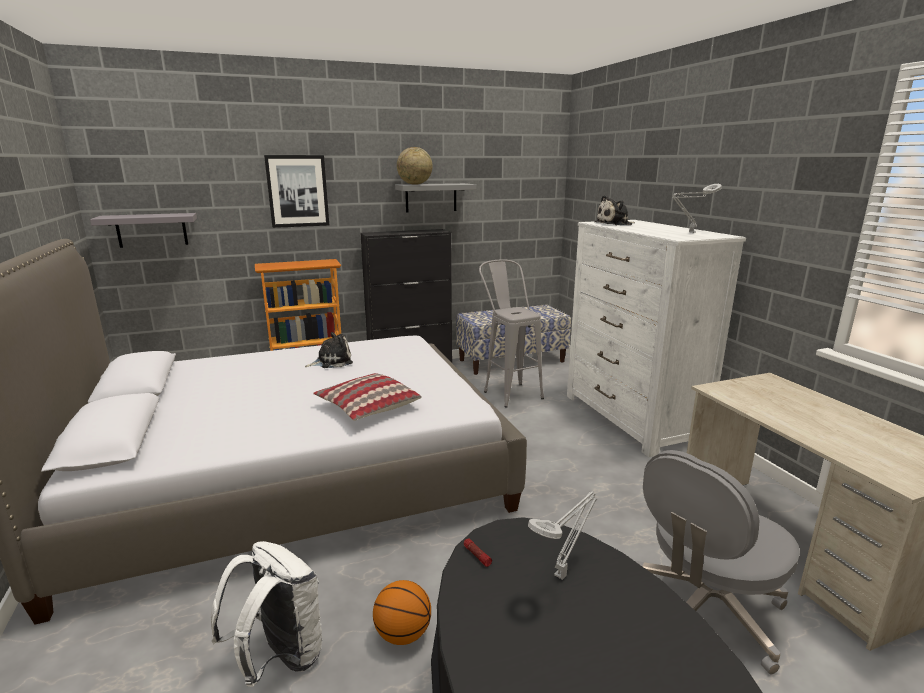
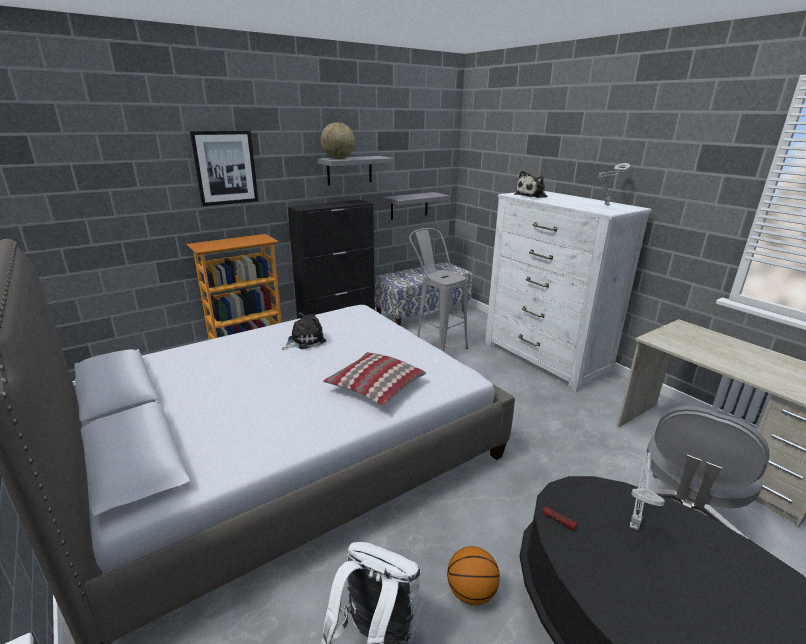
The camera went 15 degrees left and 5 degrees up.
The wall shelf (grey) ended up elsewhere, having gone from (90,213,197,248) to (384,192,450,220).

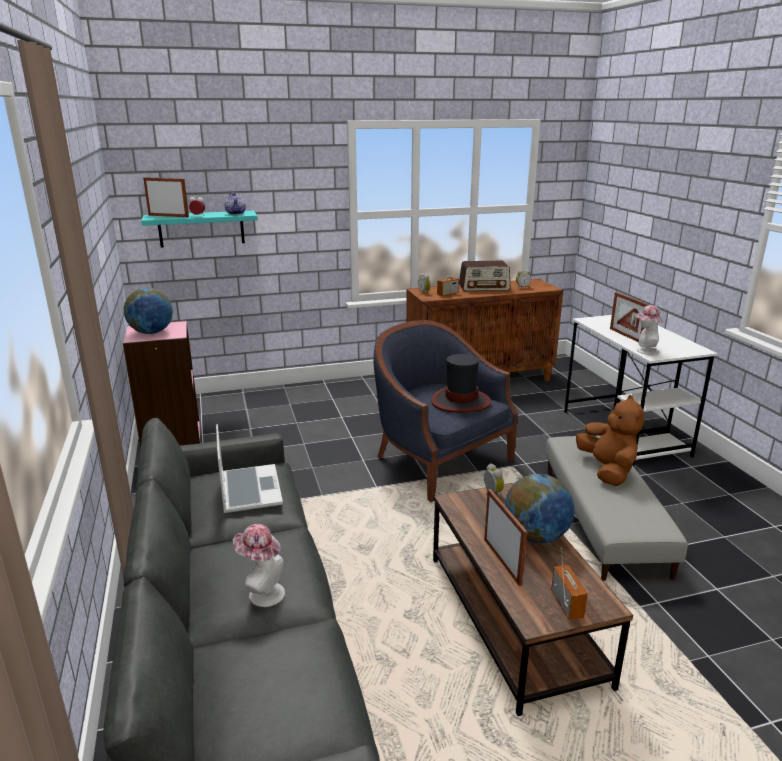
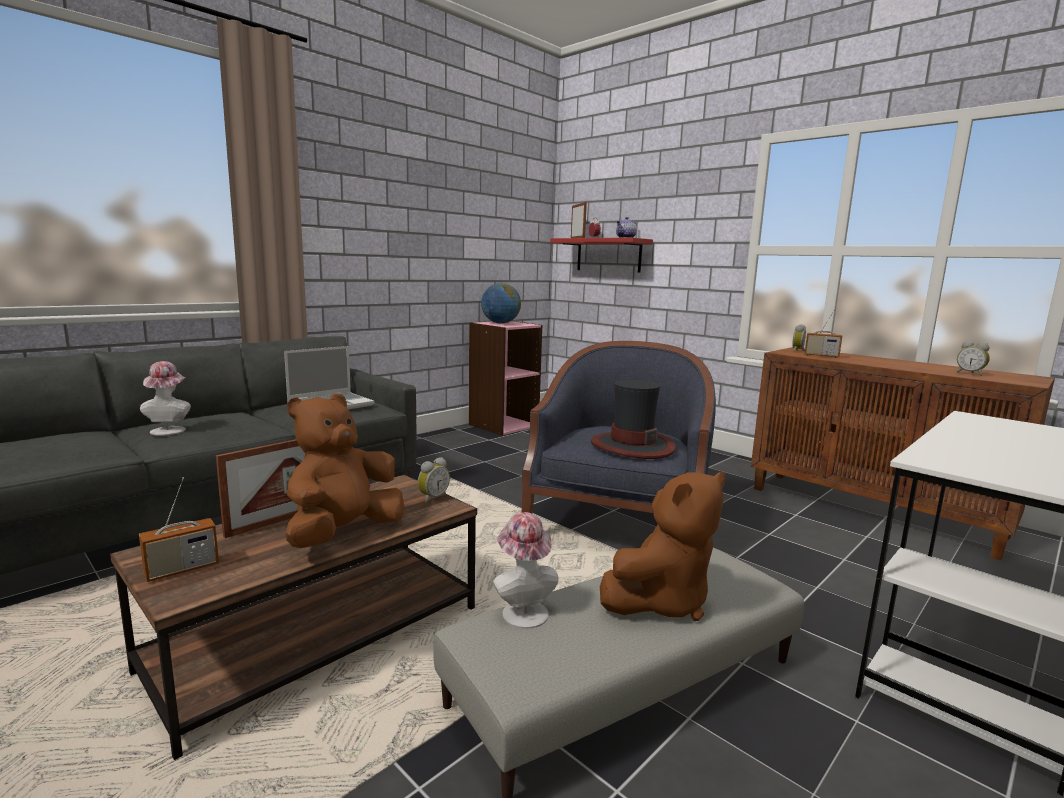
The camera went 60 degrees right and 10 degrees down.
Where the desk globe stood at (505,474,574,543), the soft toy (brownish) came to stand at (285,393,404,548).
The wearable hat ended up elsewhere, having gone from (635,305,663,355) to (493,512,559,629).
What was the wall shelf (turquoise-coloured) at (141,211,258,248) turned into the wall shelf (red-coloured) at (550,238,653,272).
The second view lost the radio receiver at (459,261,510,291).
The second view lost the picture frame at (610,292,649,342).

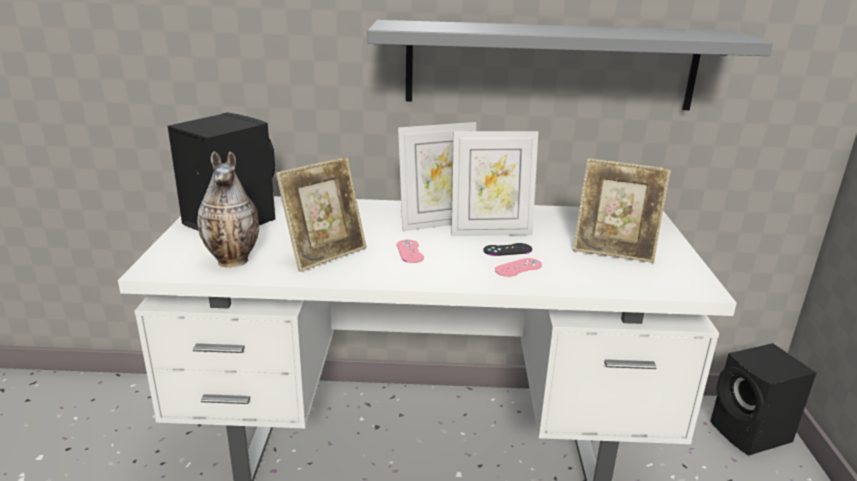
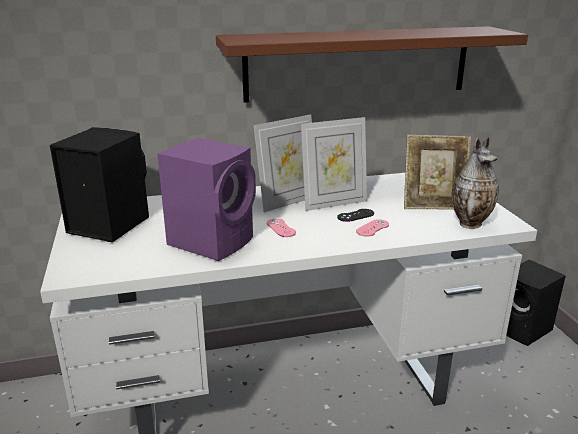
The camera went 15 degrees left and 0 degrees up.
Where the picture frame stood at (276,157,367,272), the speaker (purple) came to stand at (157,138,256,261).
What was the wall shelf (grey) at (367,20,773,110) turned into the wall shelf (brownish) at (216,26,528,103).
The vase ended up elsewhere, having gone from (197,151,259,267) to (452,137,499,229).

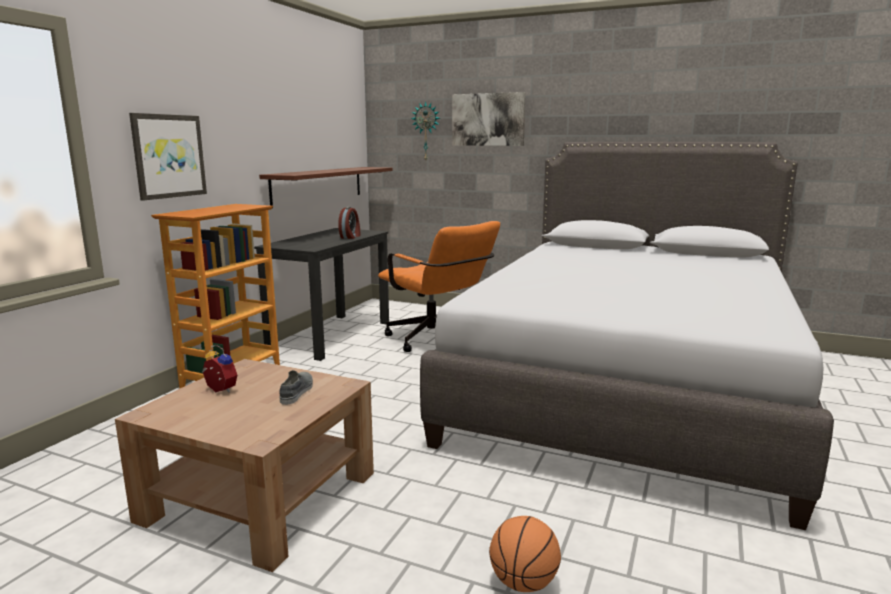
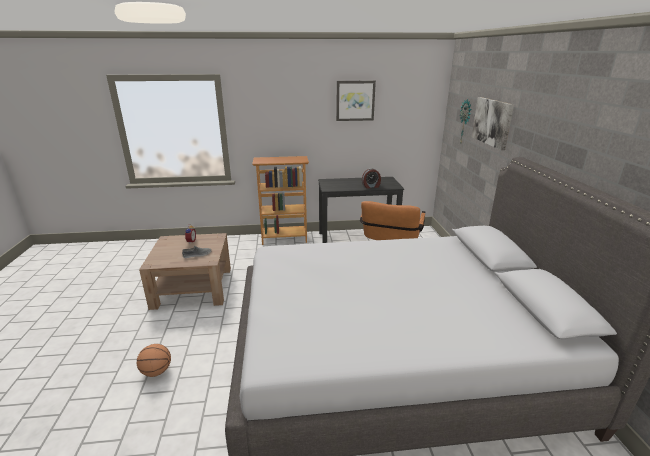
The camera went 60 degrees right and 10 degrees up.
The wall picture ended up elsewhere, having gone from (129,113,207,201) to (336,81,376,121).
The second view lost the wall shelf at (259,167,392,206).

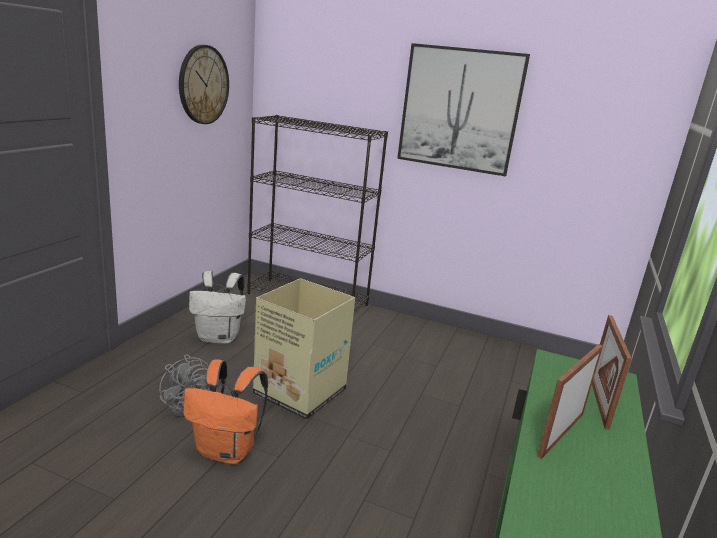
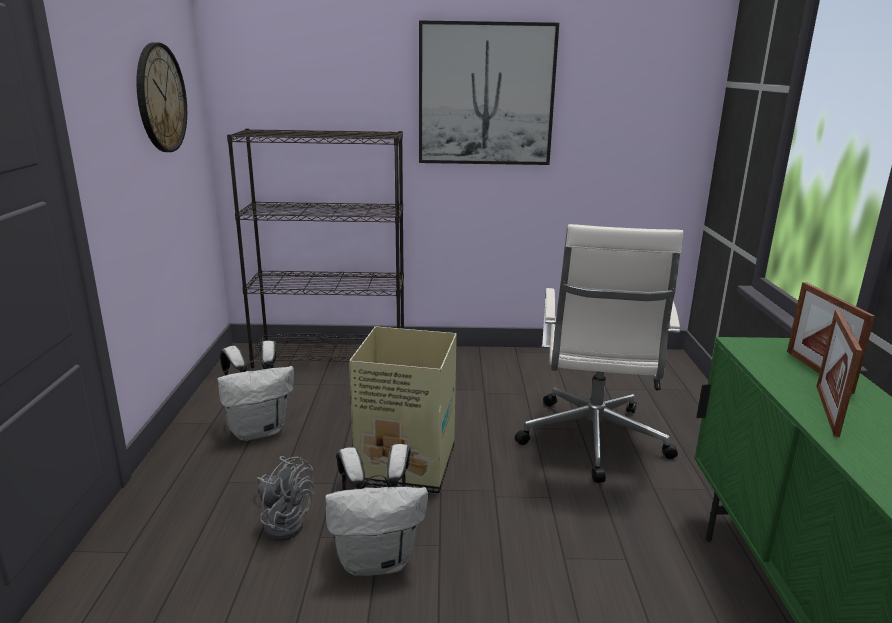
The camera went 20 degrees left and 0 degrees up.
What was the knapsack (orange) at (183,359,268,464) turned into the knapsack (white) at (325,444,428,576).
The second view gained the office chair (white) at (515,224,683,483).

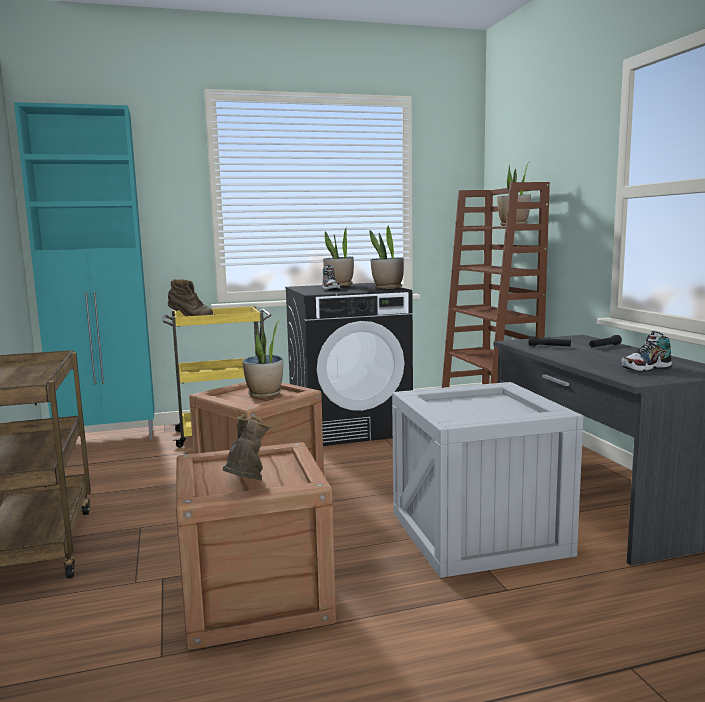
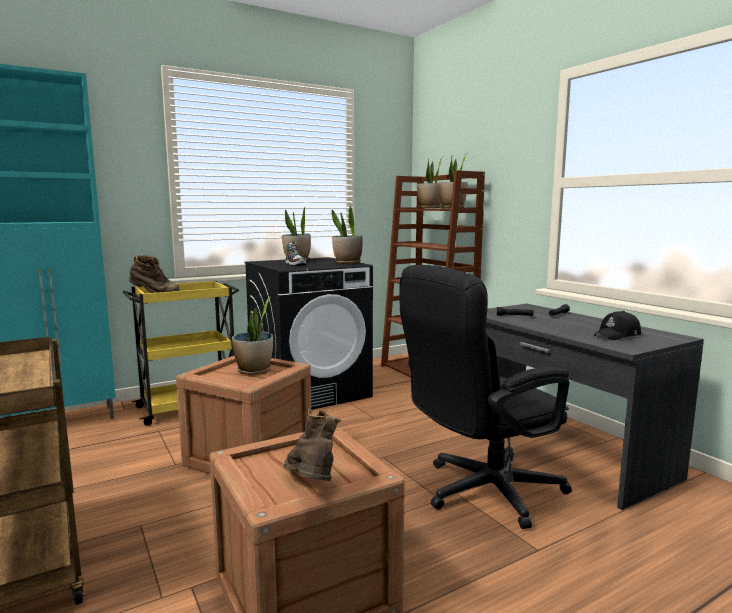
The camera went 15 degrees left and 0 degrees up.
Where the crate stood at (392,382,583,578), the office chair (black-coloured) came to stand at (399,265,572,529).
The second view gained the houseplant at (417,157,443,208).
Where the shoe stood at (621,331,672,372), the peaked cap (black-coloured) came to stand at (594,311,641,340).

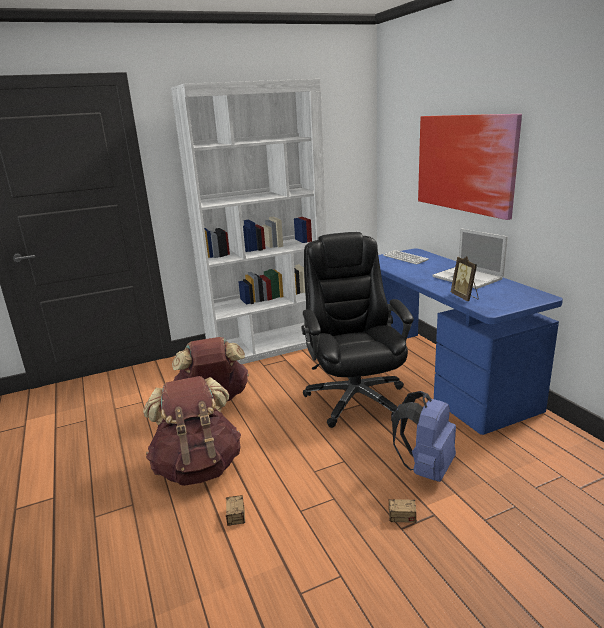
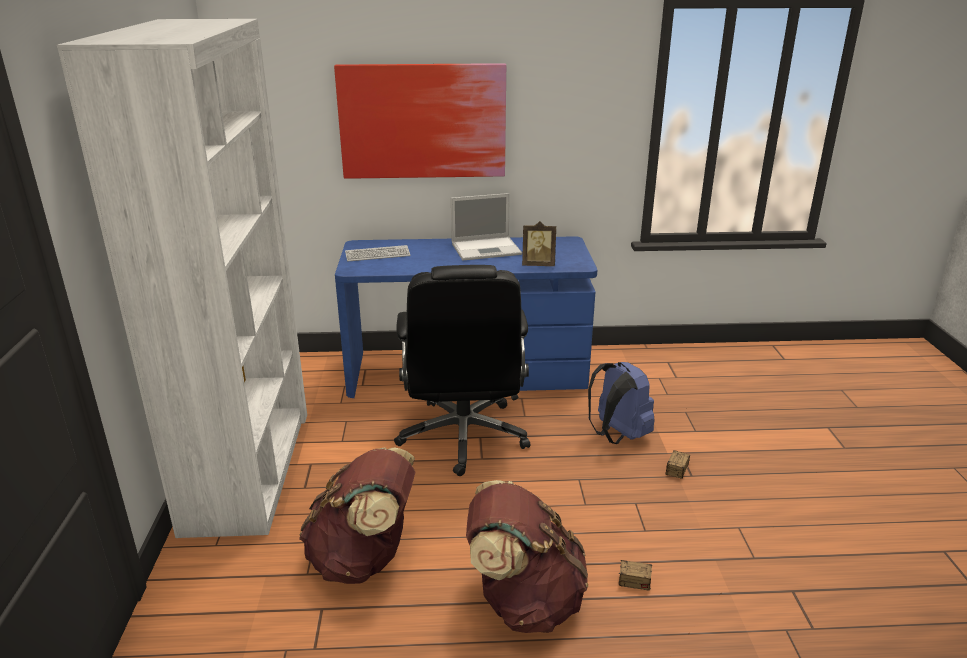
The camera went 70 degrees left and 5 degrees up.
The office chair (black-coloured) at (302,232,414,428) ended up facing another way, 105 degrees counterclockwise from before.

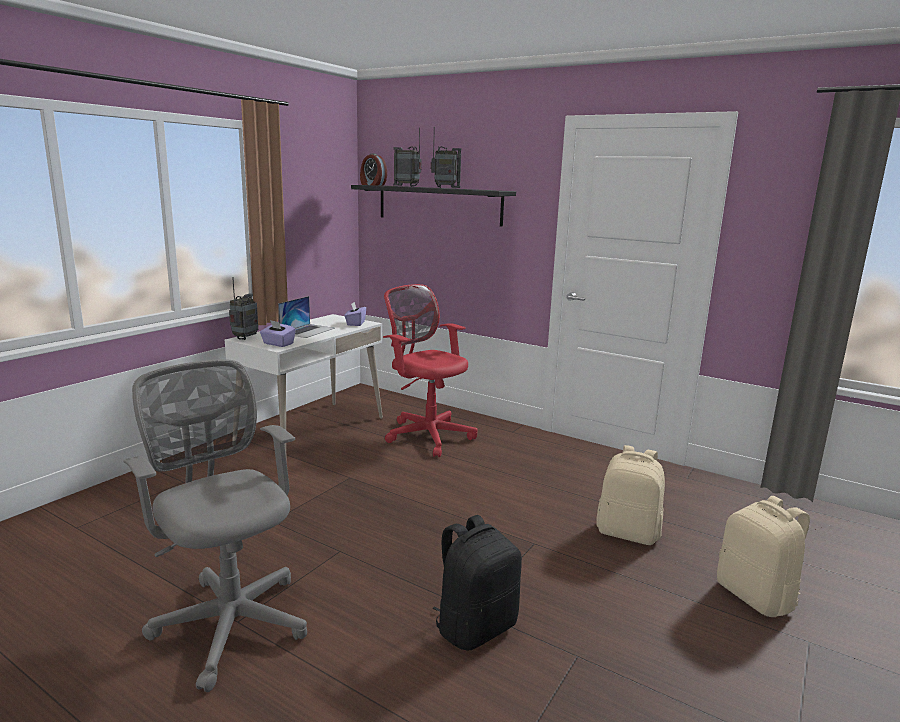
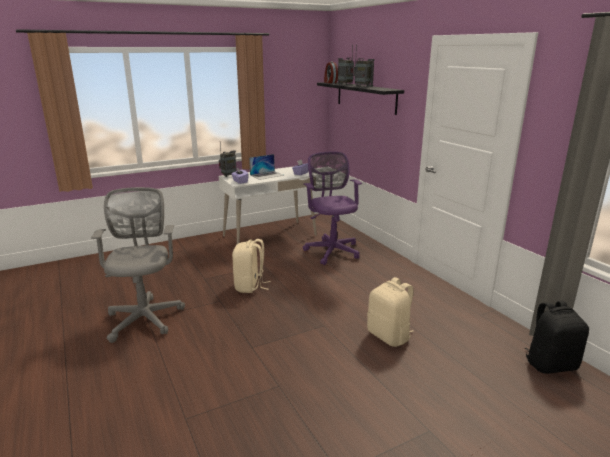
The camera went 30 degrees right and 5 degrees up.
The knapsack (sand-coloured) ended up elsewhere, having gone from (717,496,810,617) to (232,239,271,293).
What was the office chair (red-coloured) at (383,284,478,457) turned into the office chair (purple) at (303,152,362,265).
The knapsack (black-coloured) ended up elsewhere, having gone from (432,515,522,650) to (525,301,589,374).

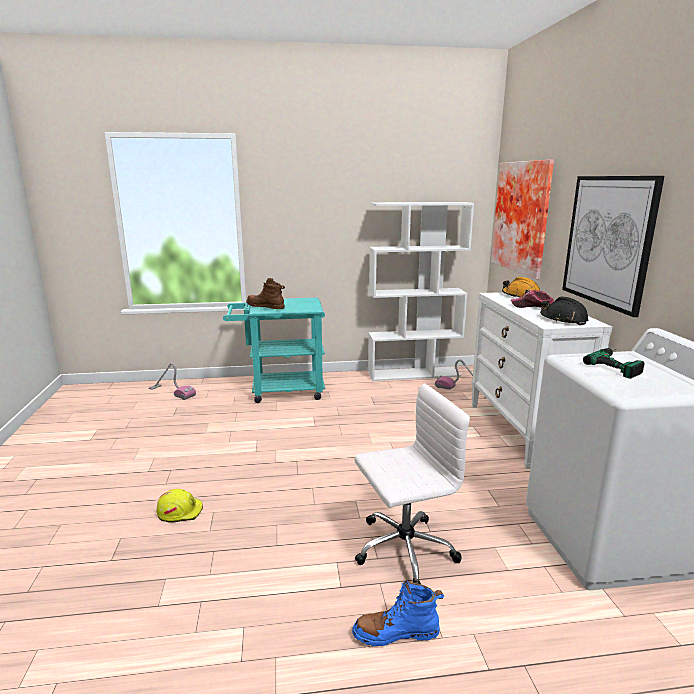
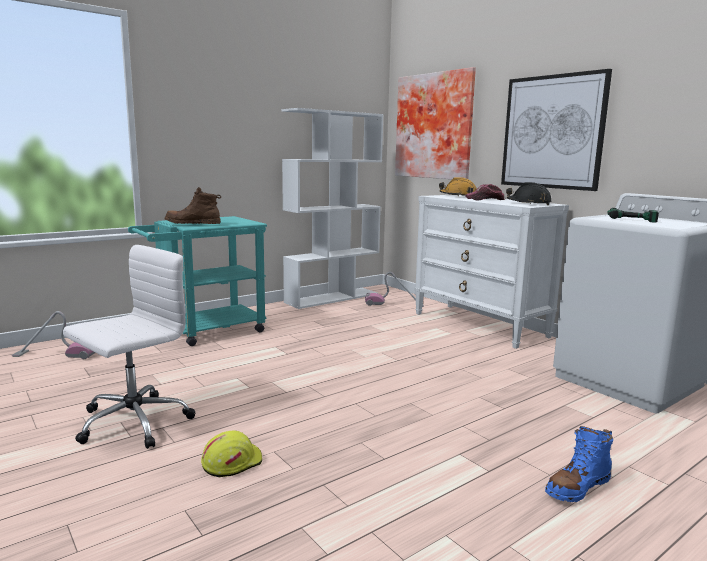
The camera went 30 degrees left and 5 degrees down.
The office chair (white) ended up elsewhere, having gone from (355,383,470,584) to (63,245,195,449).

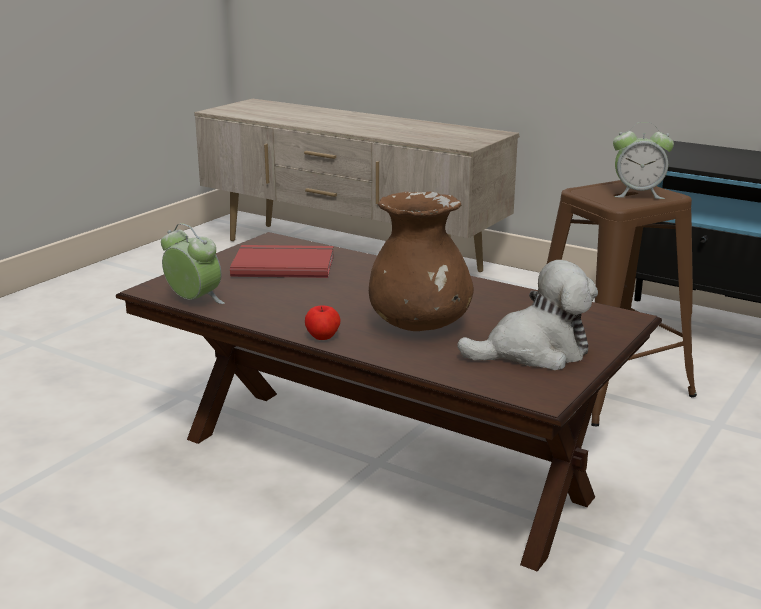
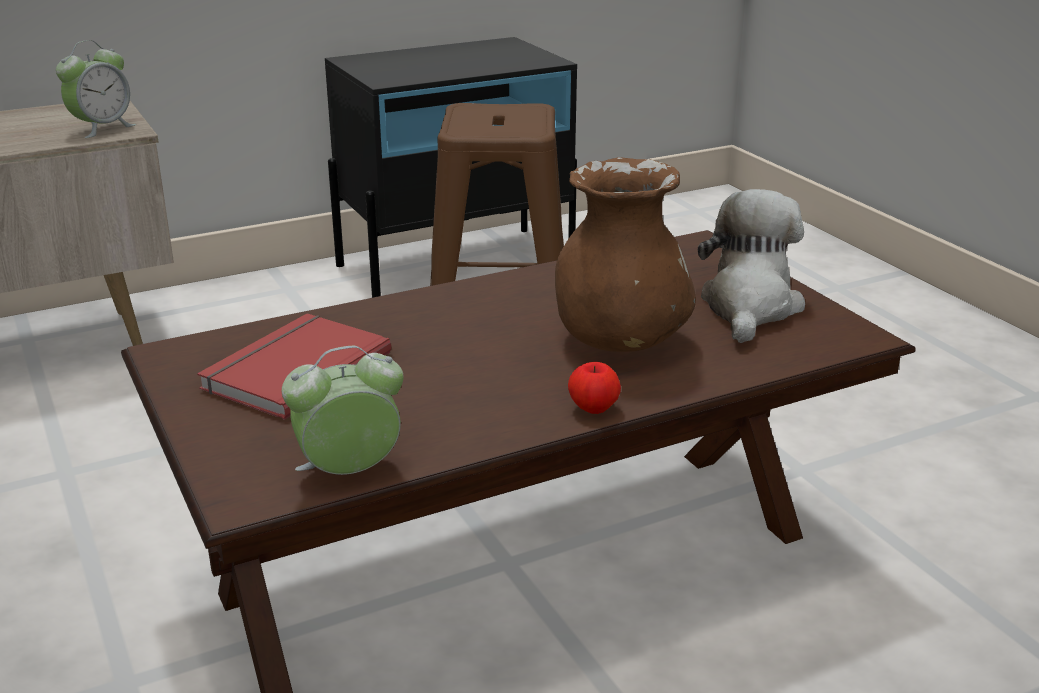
The camera went 60 degrees left and 5 degrees up.
The table clock ended up elsewhere, having gone from (613,122,674,199) to (56,40,137,138).

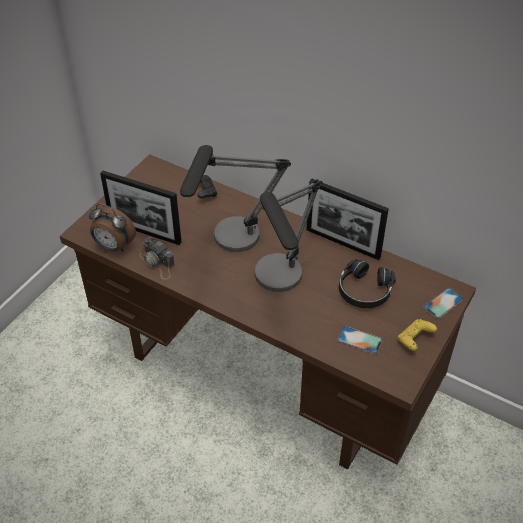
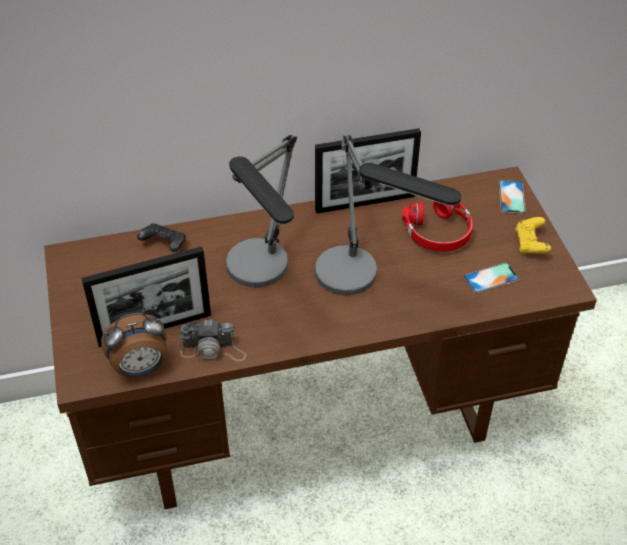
The camera went 45 degrees left and 0 degrees up.
What was the headphones (black-coloured) at (339,259,396,308) turned into the headphones (red-coloured) at (402,201,473,252).

